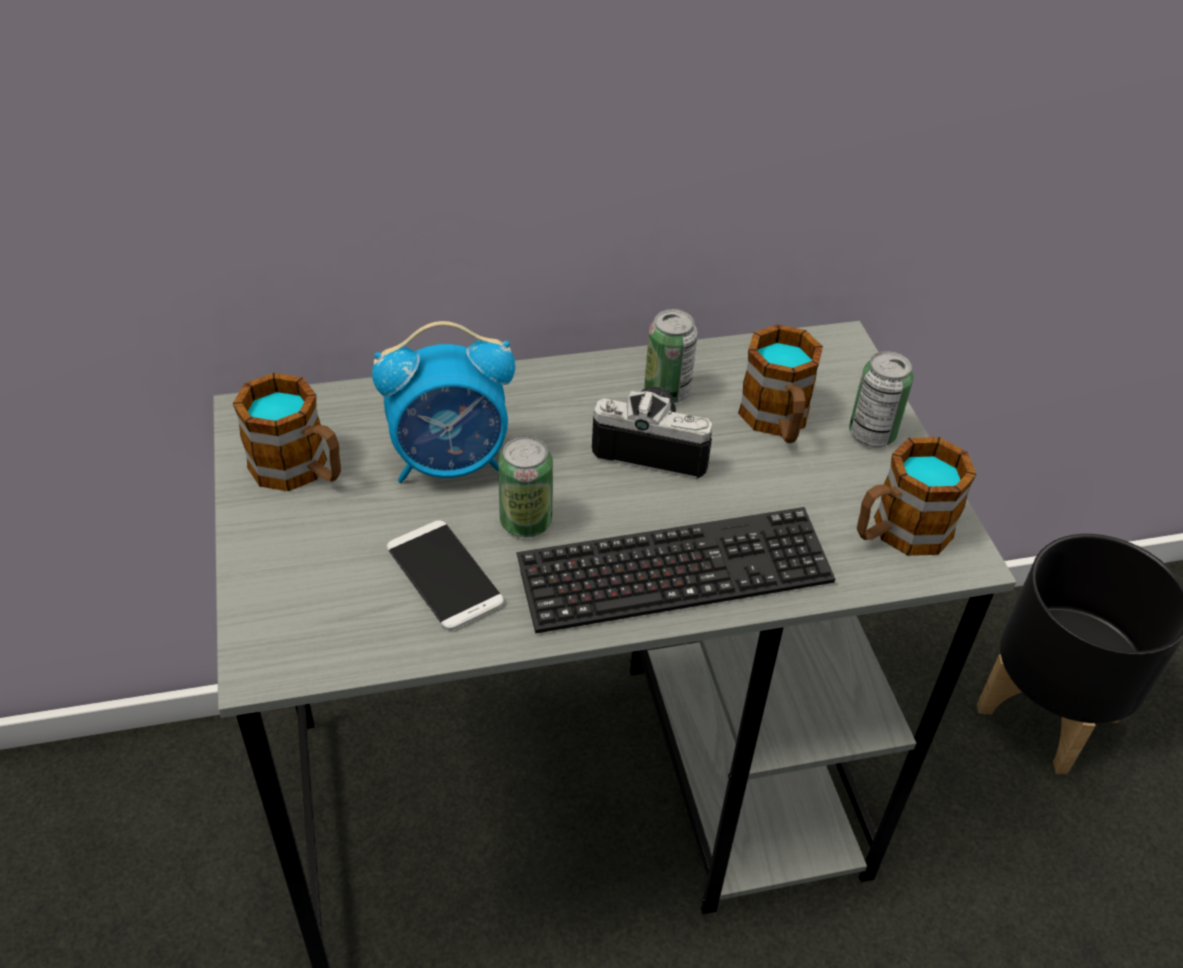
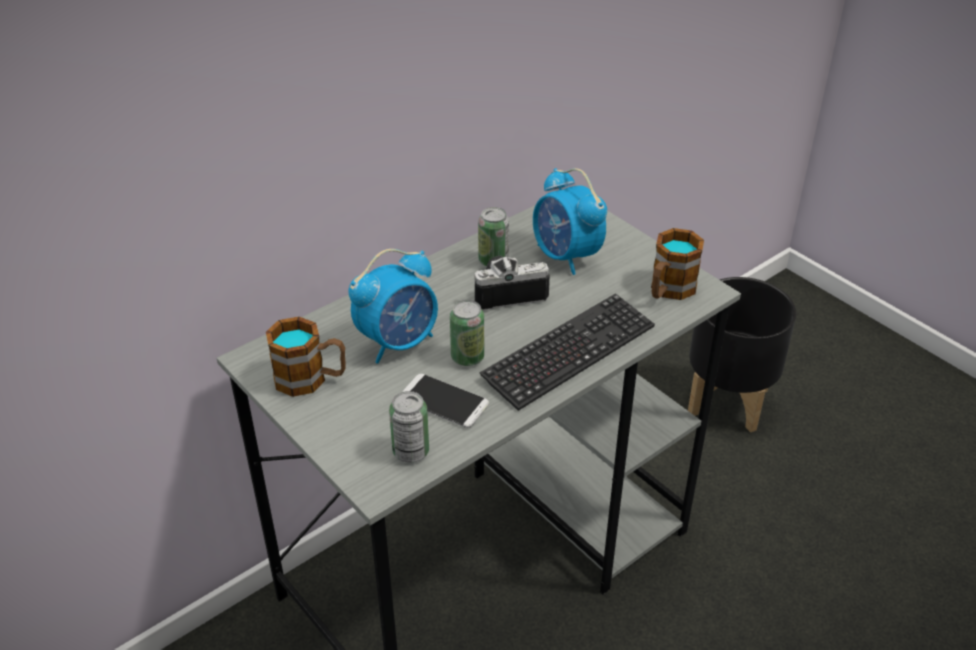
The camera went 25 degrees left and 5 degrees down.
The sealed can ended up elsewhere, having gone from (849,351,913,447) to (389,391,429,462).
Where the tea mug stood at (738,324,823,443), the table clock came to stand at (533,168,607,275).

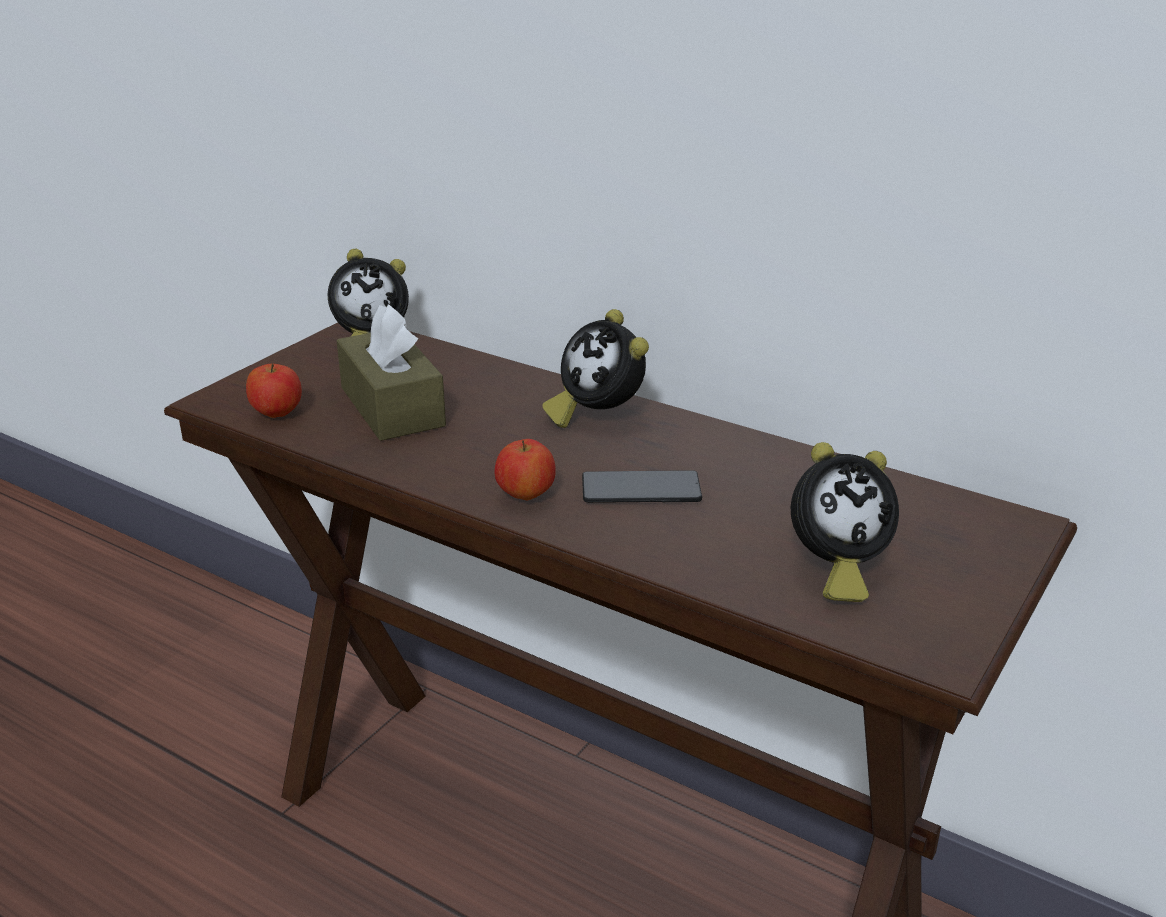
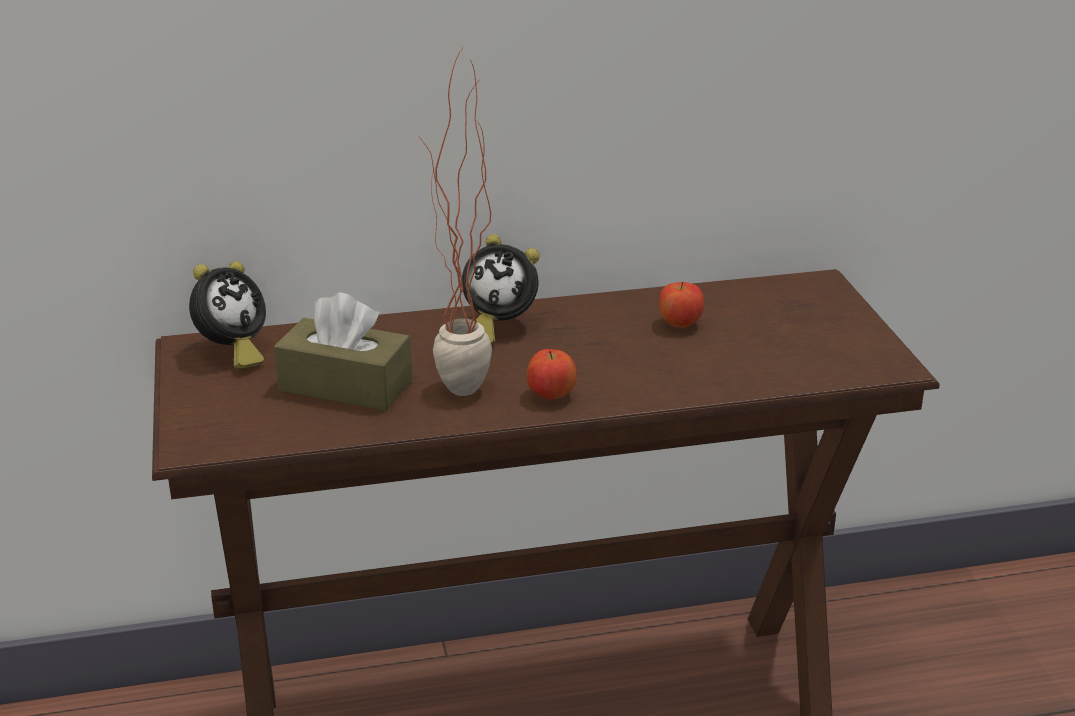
The camera went 45 degrees left and 0 degrees up.
The second view gained the houseplant at (418,46,492,396).
The apple fruit ended up elsewhere, having gone from (246,363,302,418) to (659,281,704,328).
The second view lost the telephone at (582,470,702,503).
The second view lost the table clock at (791,442,899,602).

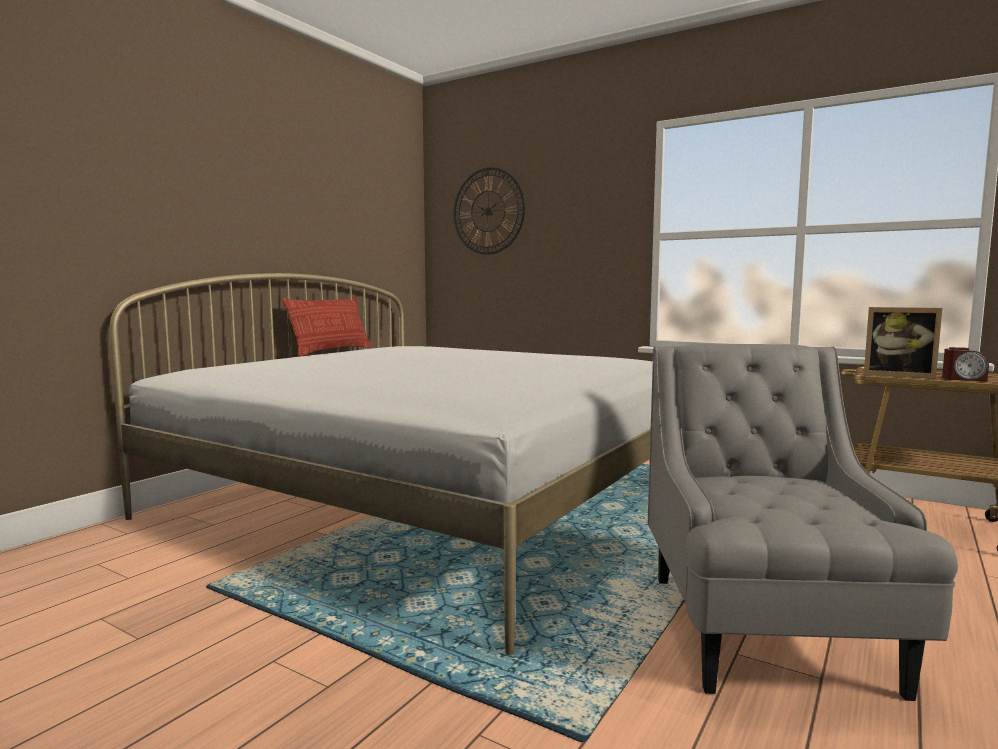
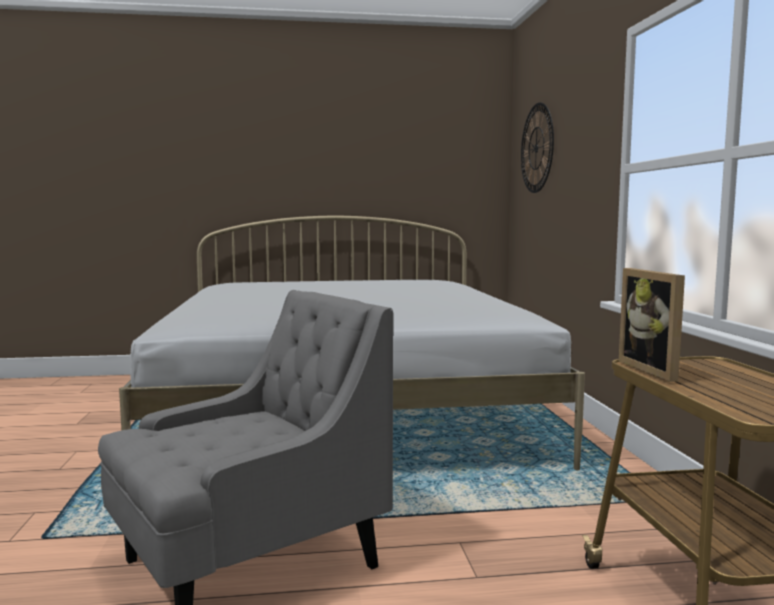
The camera went 50 degrees right and 0 degrees up.
The second view lost the cushion at (282,297,372,357).
The second view lost the table clock at (942,347,989,381).

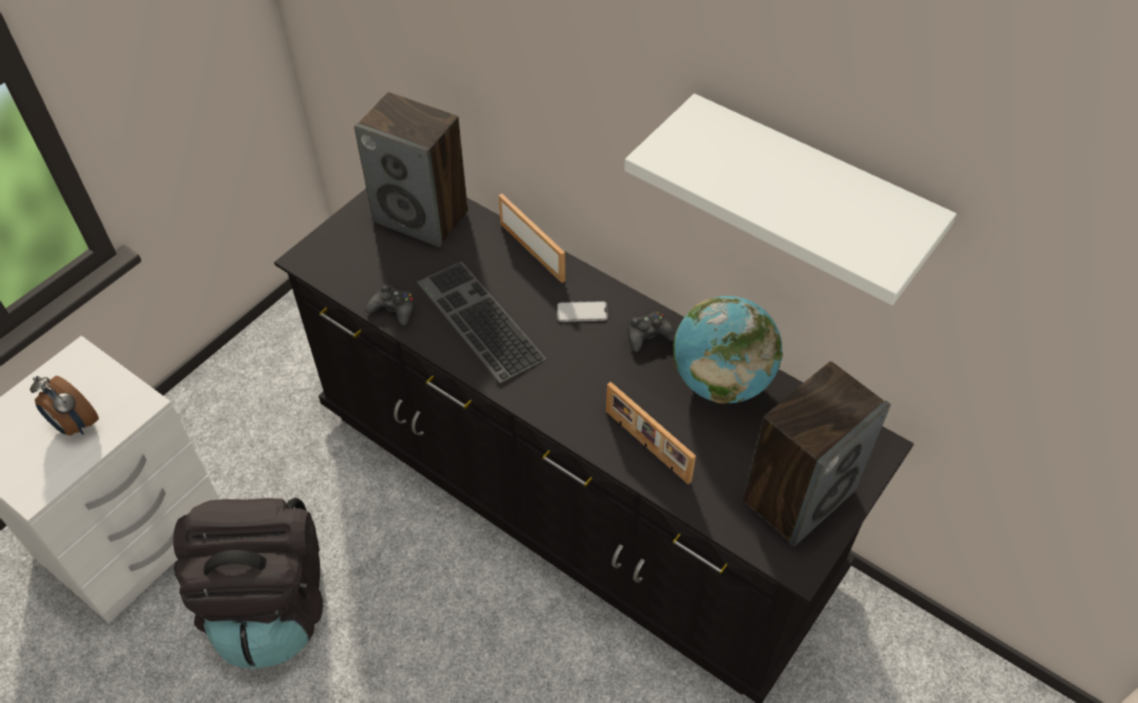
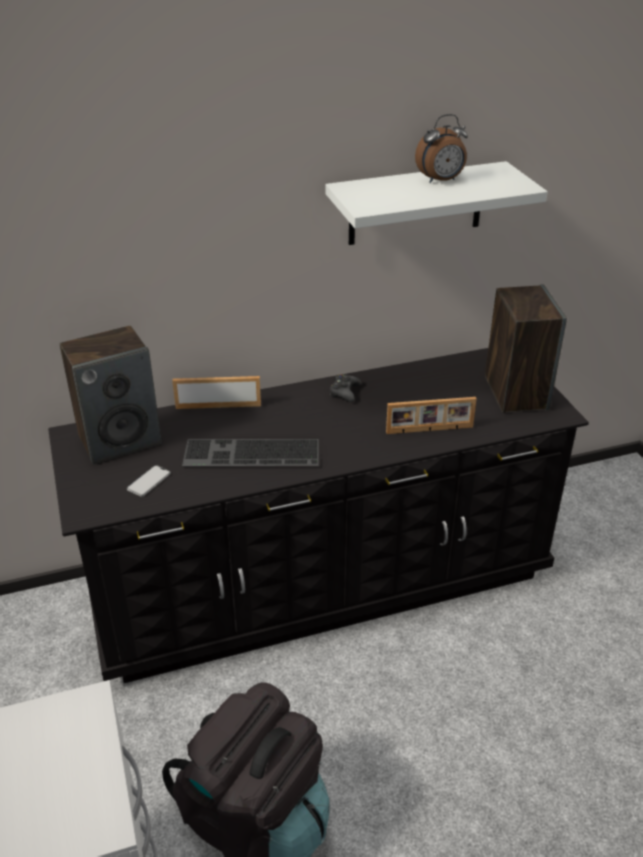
The camera went 55 degrees left and 15 degrees down.
The telephone ended up elsewhere, having gone from (557,301,608,322) to (127,465,171,497).
The table clock ended up elsewhere, having gone from (30,376,99,436) to (415,114,468,183).
The second view lost the joypad (black-coloured) at (366,285,415,325).
The second view lost the desk globe at (673,296,783,404).

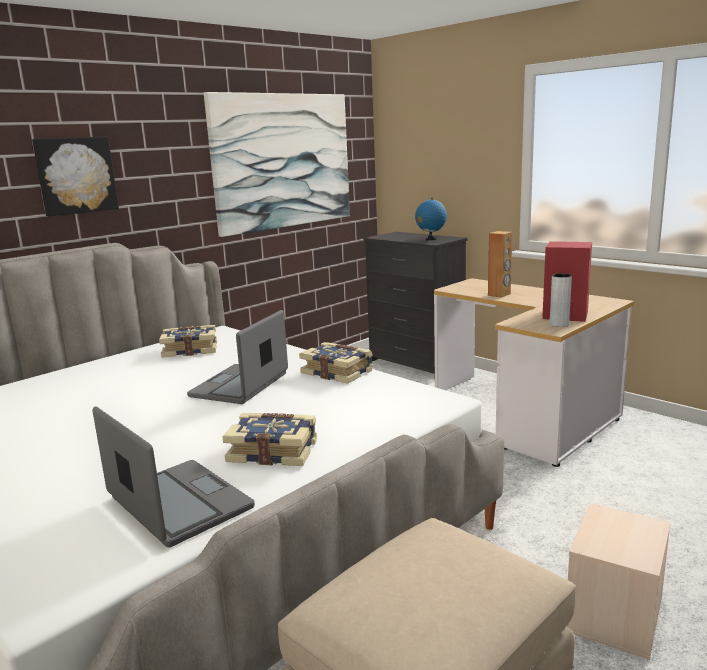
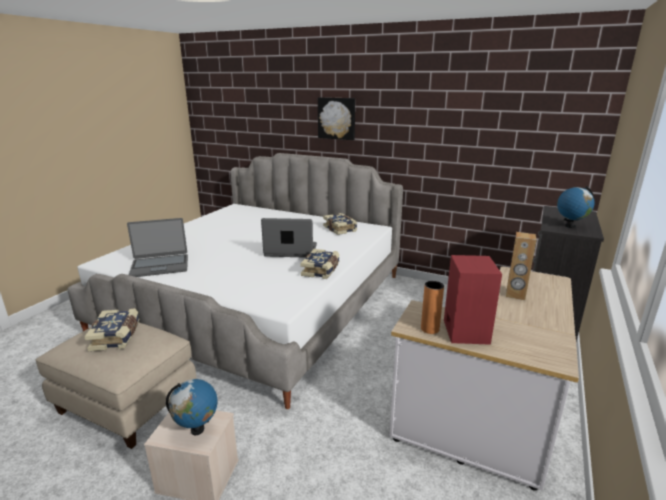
The camera went 70 degrees right and 5 degrees up.
The volume ended up elsewhere, having gone from (222,413,317,466) to (84,308,139,351).
The laptop at (93,406,255,548) ended up facing another way, 45 degrees clockwise from before.
The second view gained the desk globe at (166,379,218,435).
What was the vase (grey) at (550,273,572,327) turned into the vase (orange) at (421,281,444,334).
The second view lost the wall picture at (204,92,350,237).

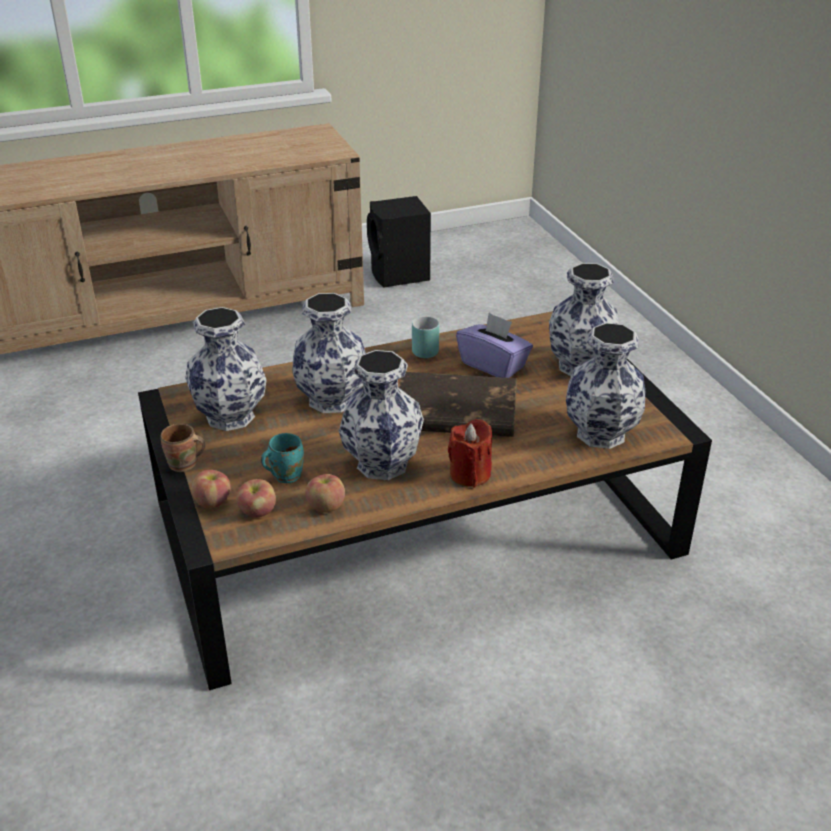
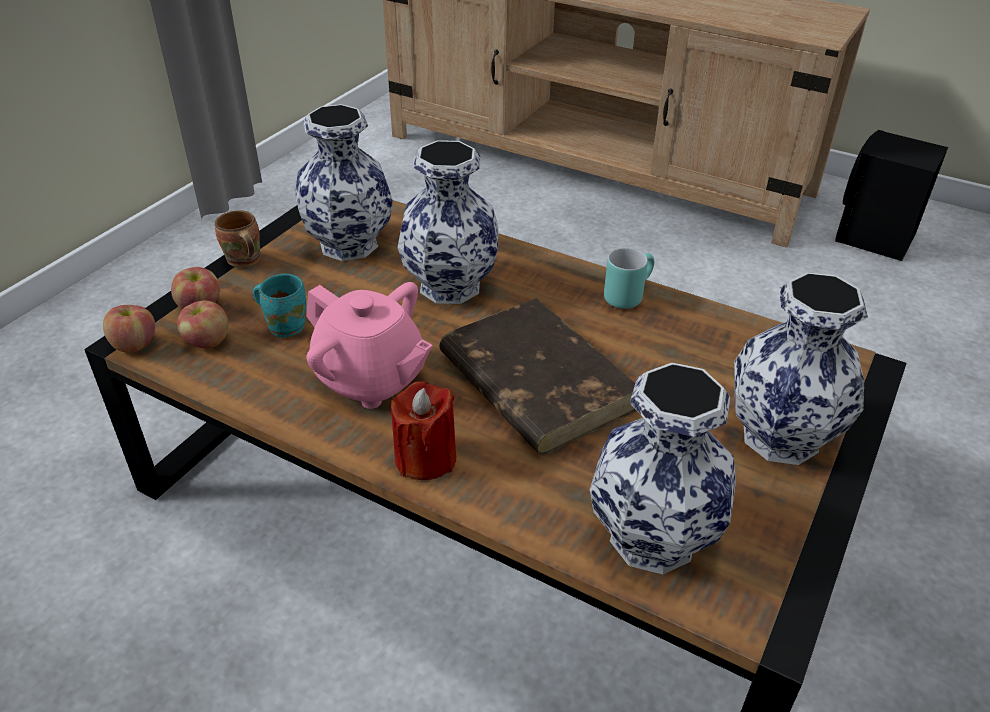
The camera went 50 degrees right and 5 degrees up.
The apple fruit ended up elsewhere, having gone from (306,474,345,512) to (103,305,155,352).
Where the vase stood at (339,350,424,480), the teapot (pink) came to stand at (306,282,433,409).
The second view lost the tissue holder (purple) at (456,313,533,378).

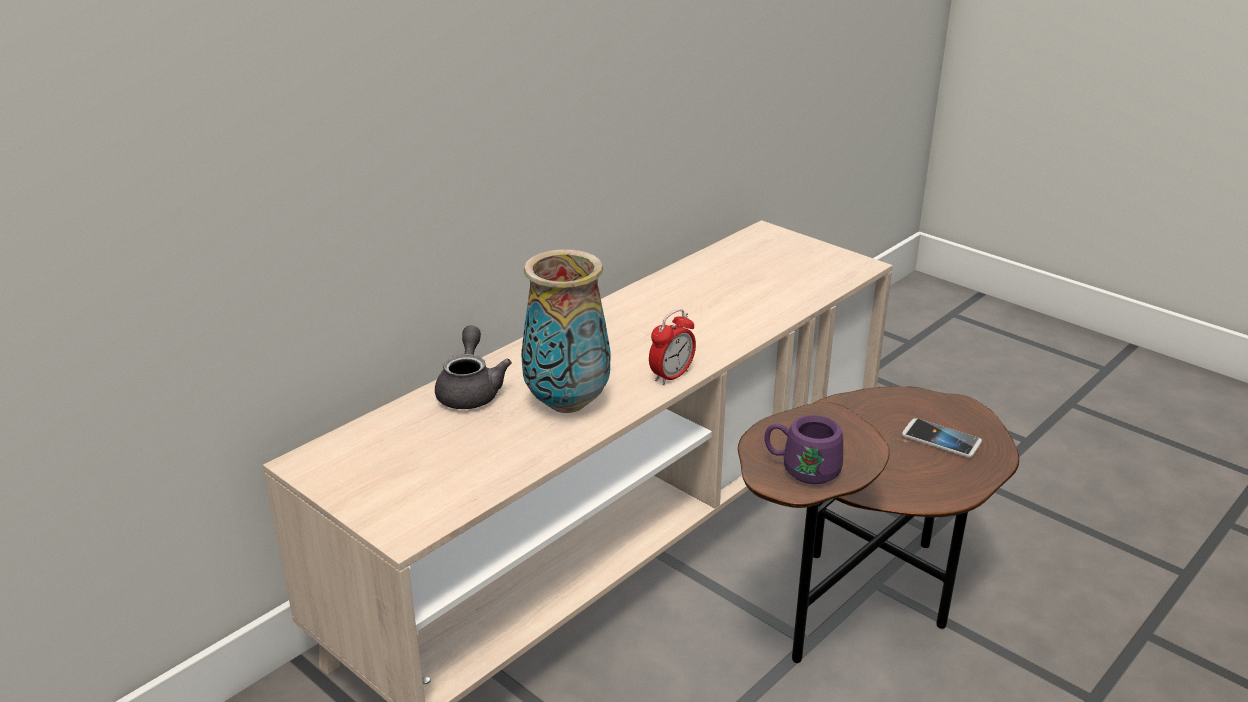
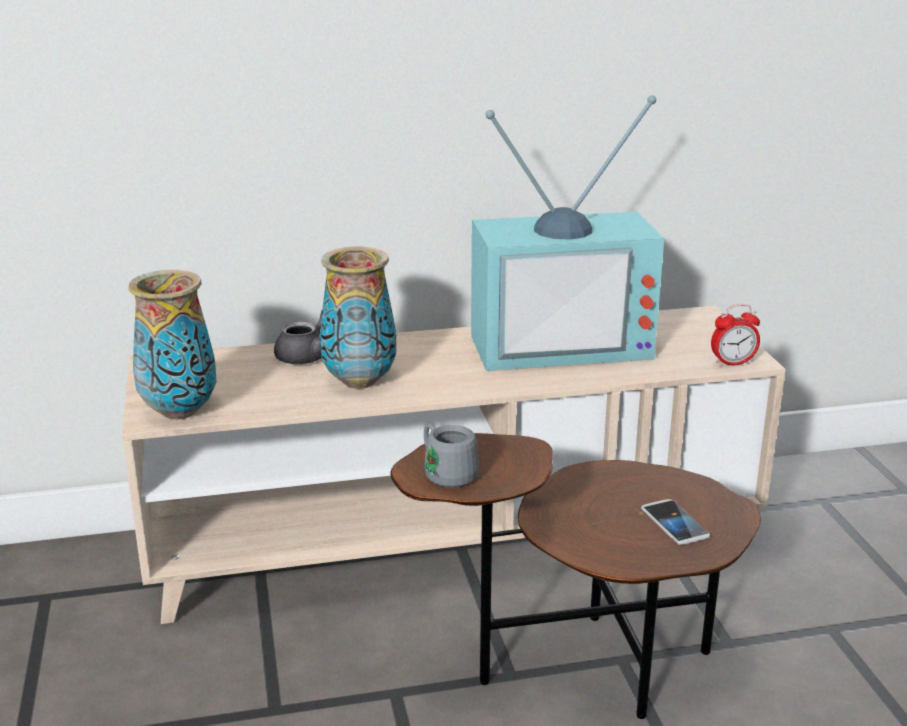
The camera went 35 degrees right and 5 degrees down.
The second view gained the vase at (129,270,217,419).
What was the tea mug (purple) at (764,415,843,484) turned into the tea mug (grey) at (424,423,479,488).
The second view gained the television at (471,95,664,371).
The table clock ended up elsewhere, having gone from (649,309,696,385) to (711,304,760,367).

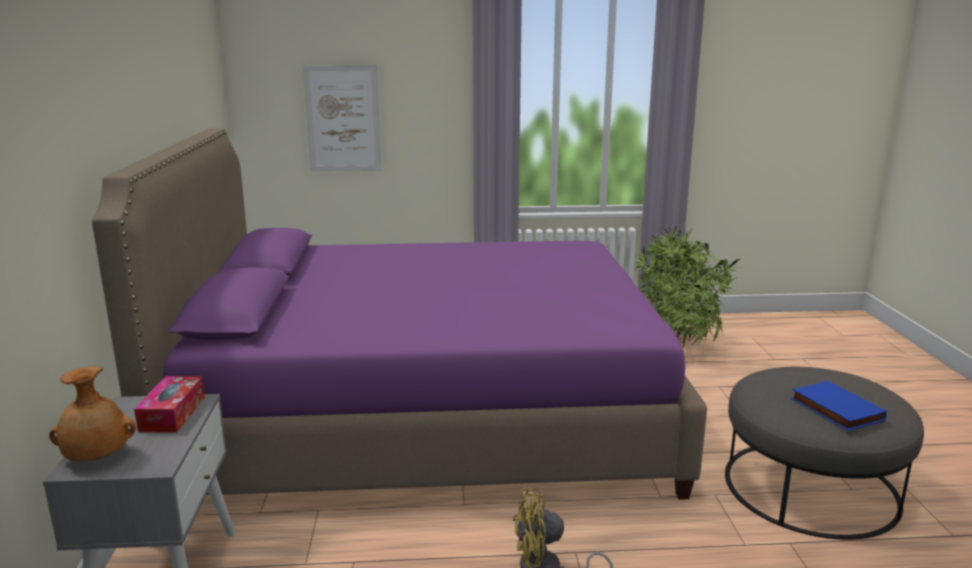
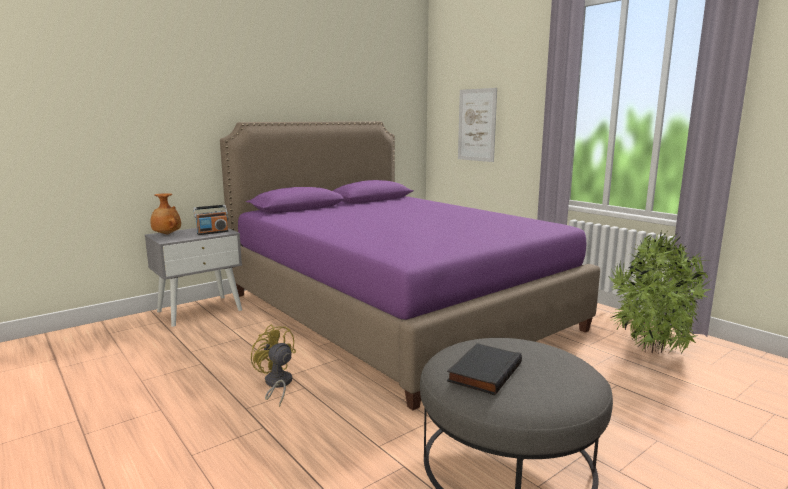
The camera went 55 degrees right and 5 degrees down.
Where the tissue holder stood at (134,376,205,433), the radio receiver came to stand at (193,205,229,235).
What was the volume (blue) at (791,381,887,431) turned into the volume (black-coloured) at (447,343,522,395).

